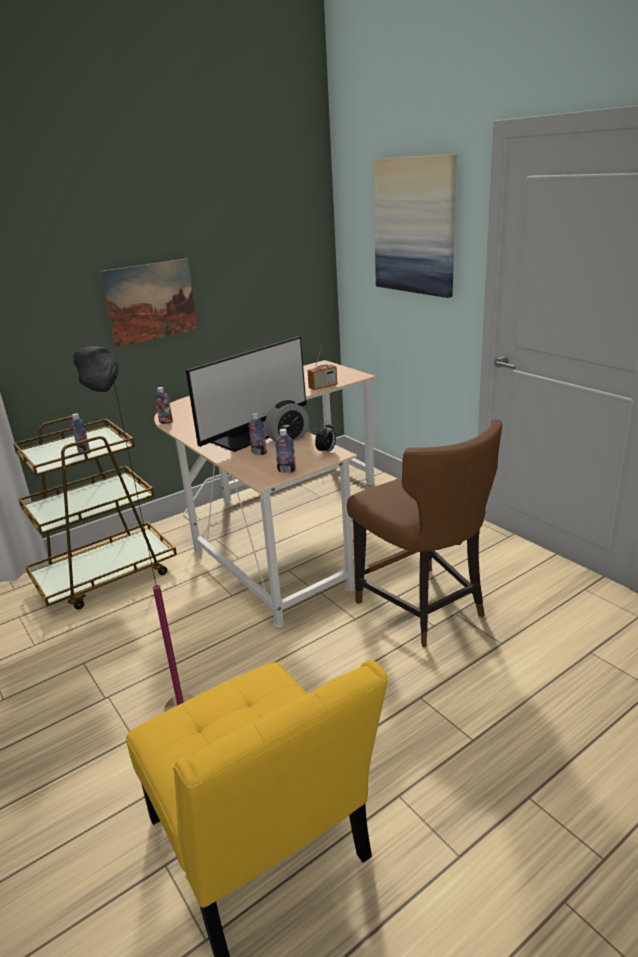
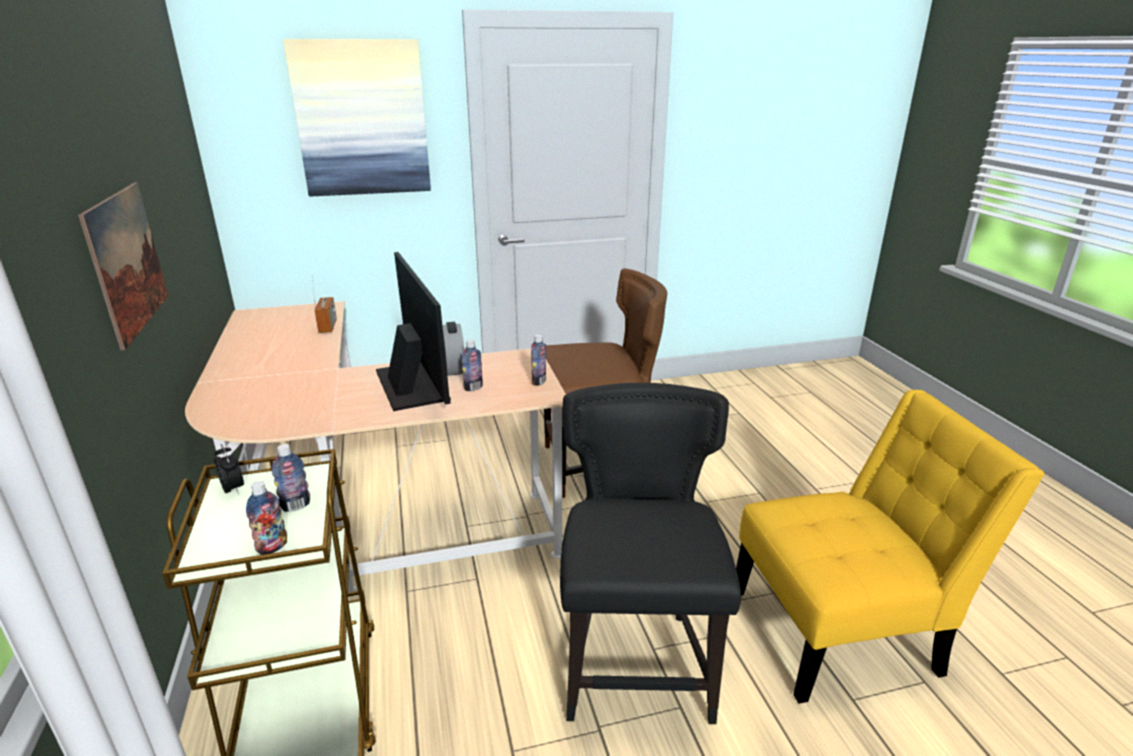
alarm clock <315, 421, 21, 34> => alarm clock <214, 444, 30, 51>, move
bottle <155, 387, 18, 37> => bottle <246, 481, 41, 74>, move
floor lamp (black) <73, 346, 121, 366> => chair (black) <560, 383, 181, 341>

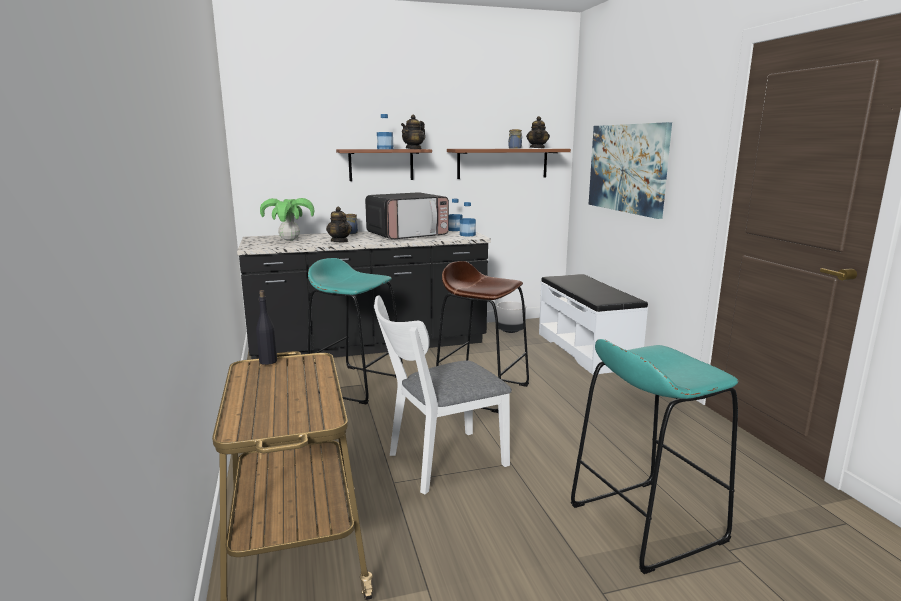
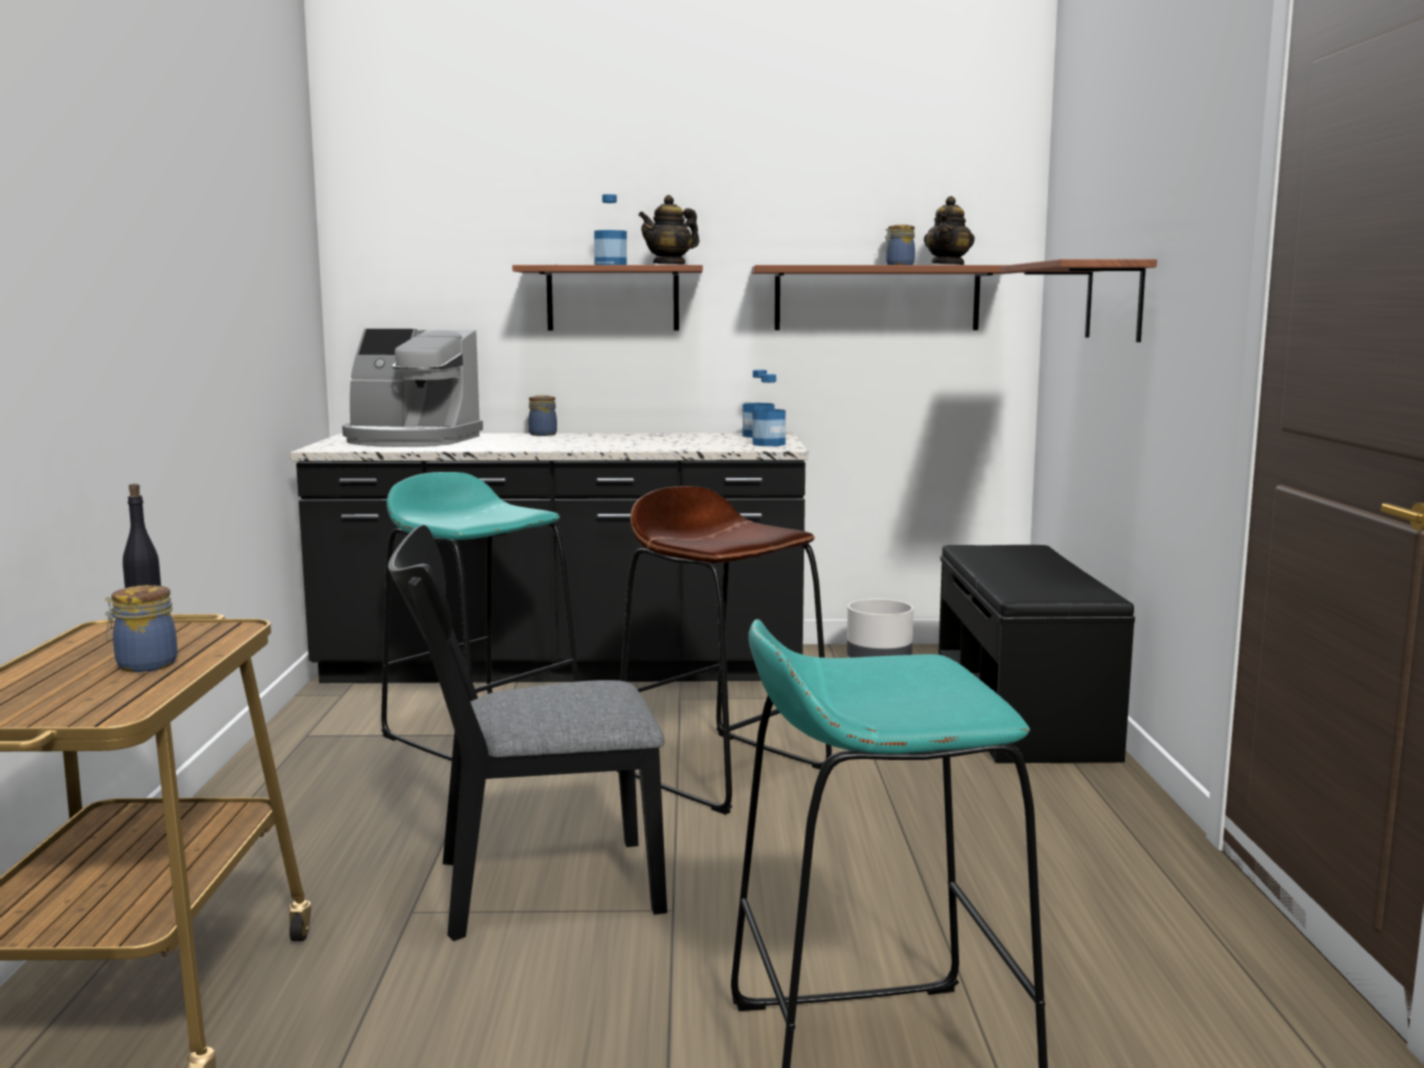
nothing => jar <105, 585, 73, 87>
potted plant <260, 198, 55, 43> => coffee machine <342, 329, 141, 118>
chair (white) <374, 295, 138, 199> => chair (black) <388, 525, 279, 416>
bench (white) <539, 274, 109, 101> => bench (black) <938, 545, 197, 218>
picture <589, 122, 83, 97> => shelf <1001, 259, 156, 83>
teapot <326, 207, 26, 35> => nothing
microwave <365, 192, 84, 48> => nothing

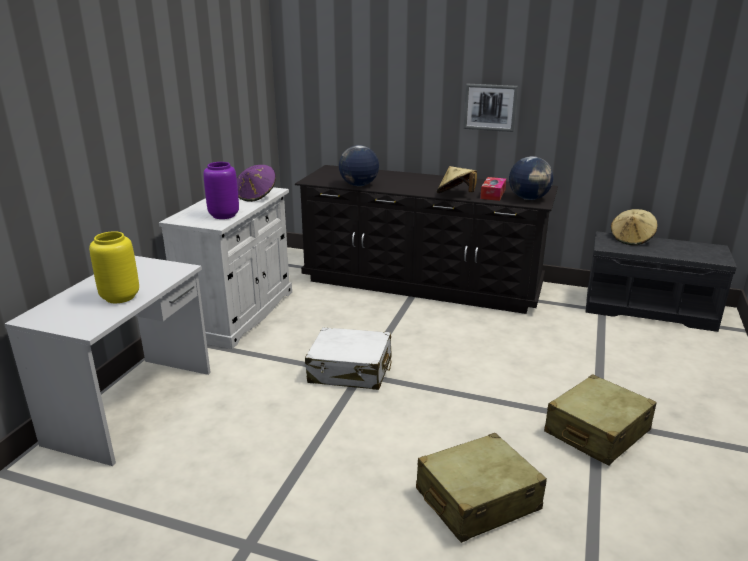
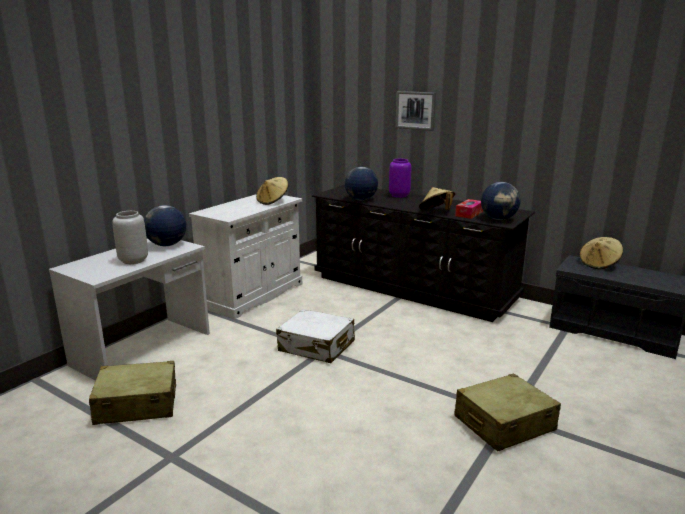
suitcase (beige) <416, 433, 131, 110> => suitcase (beige) <89, 361, 87, 64>, move
vase (yellow) <89, 231, 50, 72> => vase (grey) <112, 211, 36, 53>
nothing => globe <144, 205, 42, 41>
hat (purple) <237, 165, 39, 37> => hat (beige) <256, 177, 32, 28>
vase (purple) <203, 162, 36, 57> => vase (purple) <389, 159, 22, 39>, move
picture <463, 84, 55, 48> => picture <396, 91, 40, 40>, move

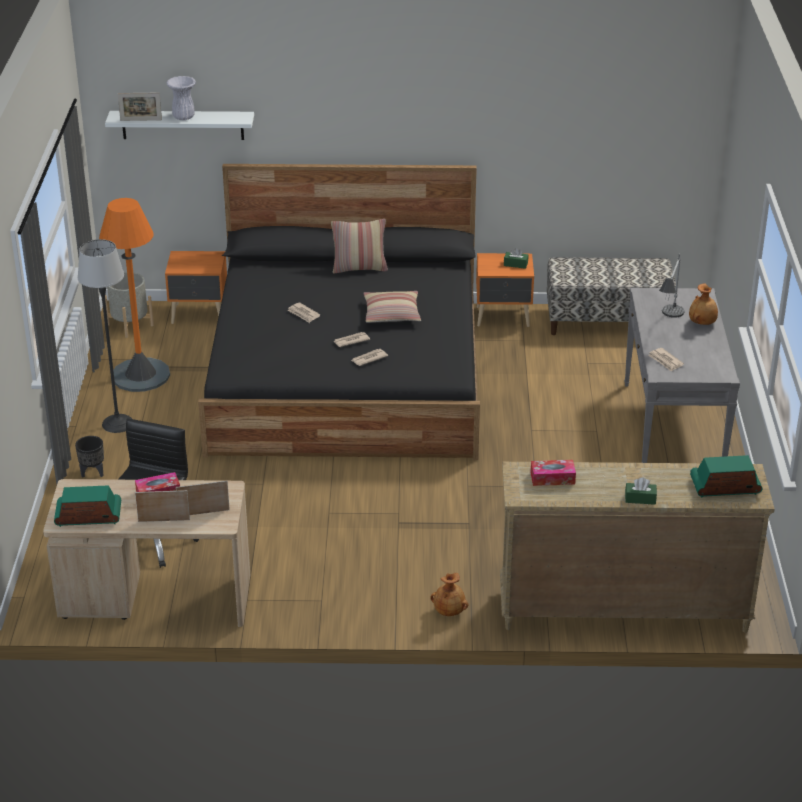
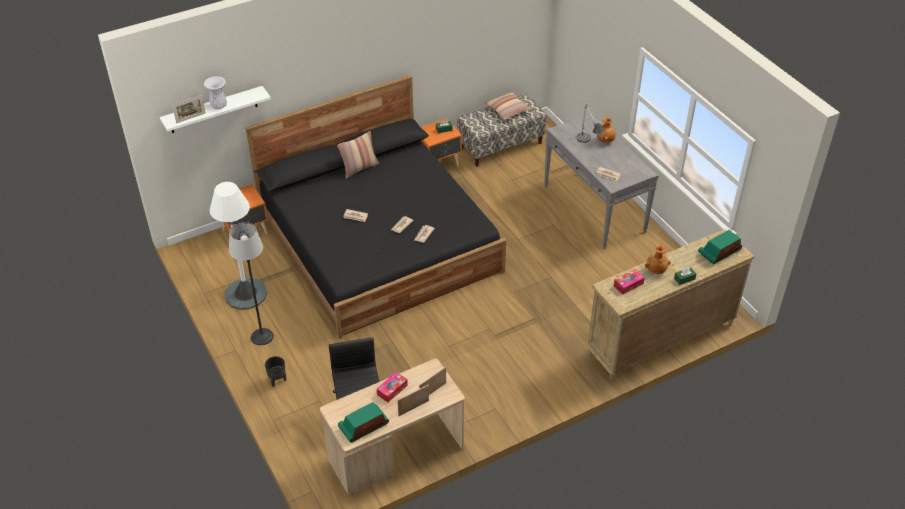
floor lamp (orange) <99, 198, 71, 194> => floor lamp (white) <209, 182, 58, 128>
pillow <363, 291, 58, 32> => pillow <484, 91, 48, 29>, move
vase (brown) <430, 573, 38, 43> => vase (brown) <645, 244, 25, 30>, move
planter (grey) <105, 272, 49, 66> => nothing

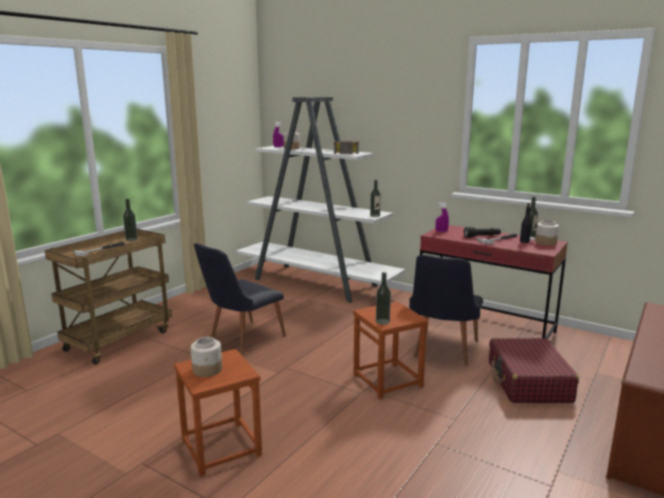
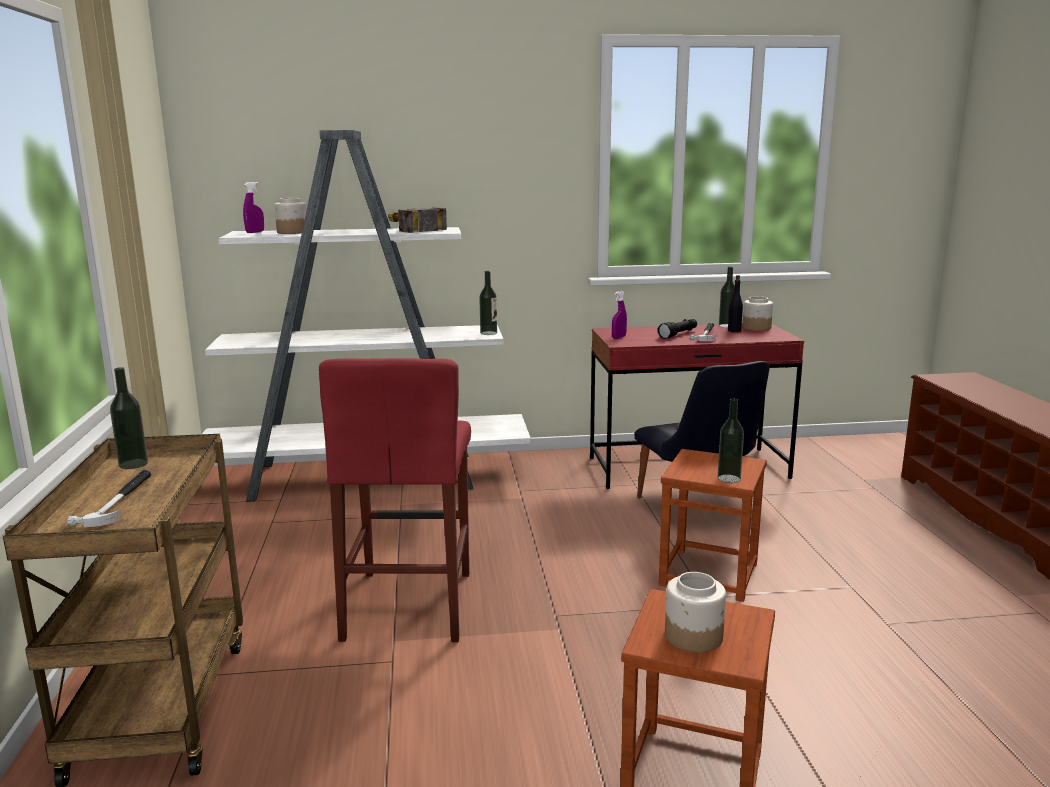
chair (black) <194, 243, 92, 112> => stool (red) <319, 358, 152, 284>
suitcase (red) <489, 338, 90, 65> => nothing

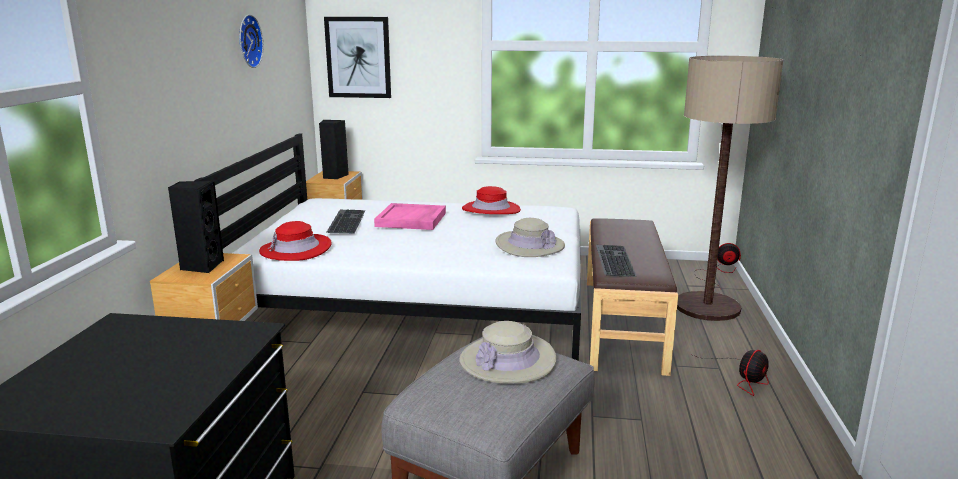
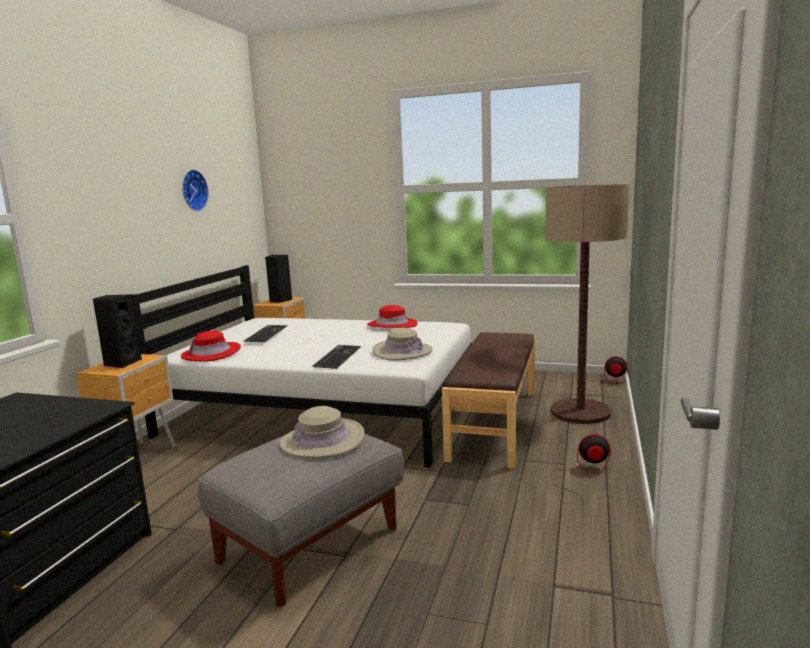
keyboard <596, 245, 41, 32> => keyboard <312, 345, 49, 24>, move
fan <690, 350, 79, 46> => fan <551, 434, 60, 68>, 135 degrees counterclockwise
picture <324, 17, 67, 81> => nothing
tray (pink) <374, 203, 72, 27> => nothing

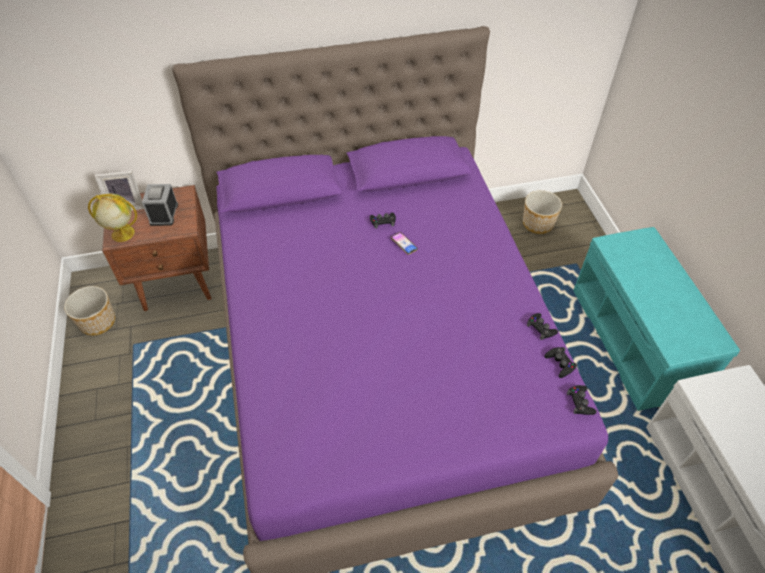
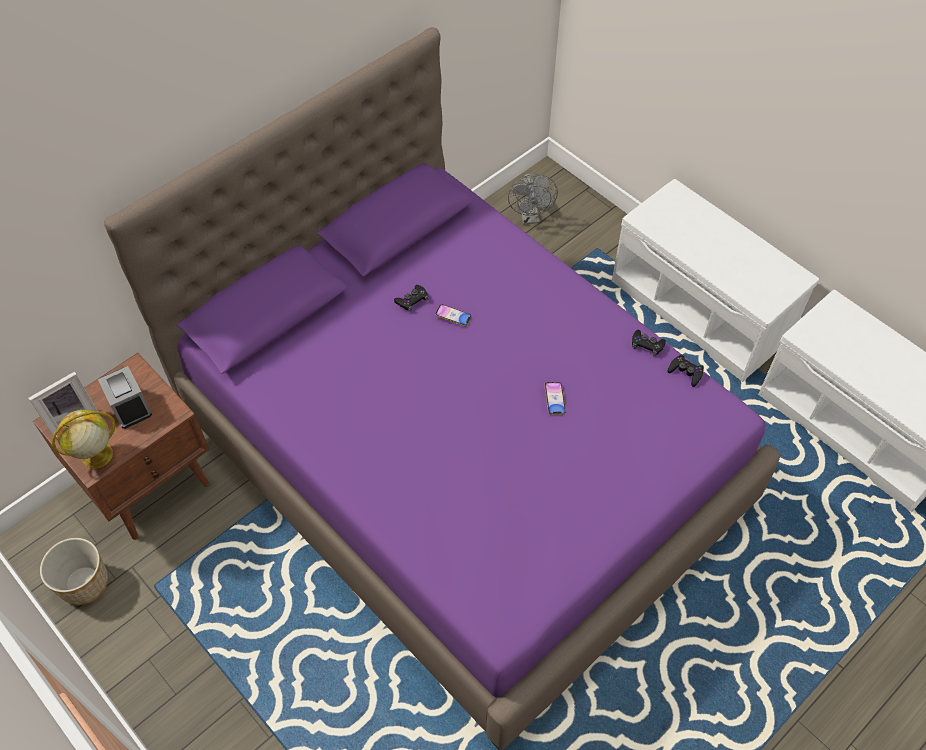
planter <523, 190, 39, 44> => fan (grey) <508, 173, 50, 51>
nothing => phone <544, 382, 22, 33>
bench (turquoise) <573, 227, 167, 184> => bench (white) <612, 179, 207, 203>
game controller (black) <567, 385, 30, 30> => nothing

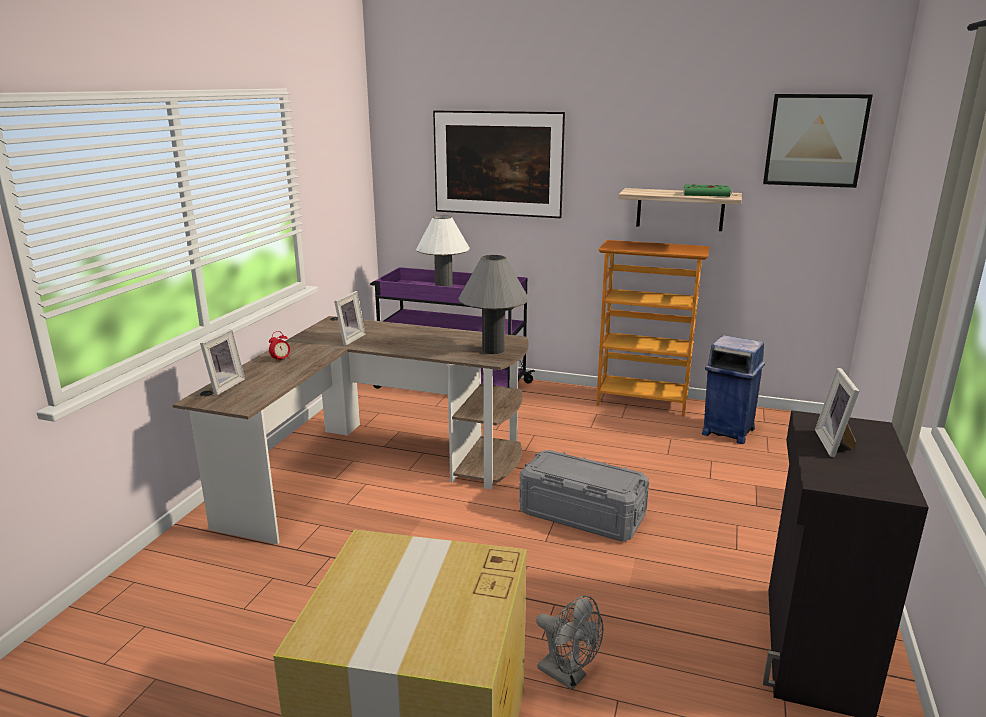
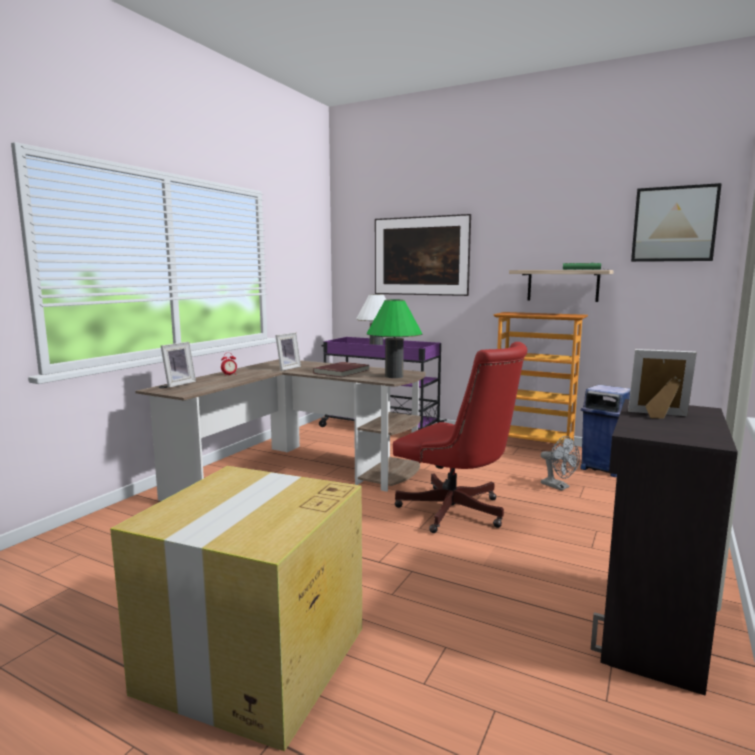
nothing => book (red) <313, 362, 56, 15>
table lamp (grey) <458, 255, 71, 99> => table lamp (green) <367, 299, 55, 79>
storage box (grey) <519, 450, 130, 91> => office chair (red) <393, 342, 135, 191>
fan (grey) <536, 595, 67, 95> => fan (grey) <541, 436, 39, 55>, move
picture frame <815, 368, 44, 90> => picture frame <628, 349, 69, 70>, 90 degrees clockwise

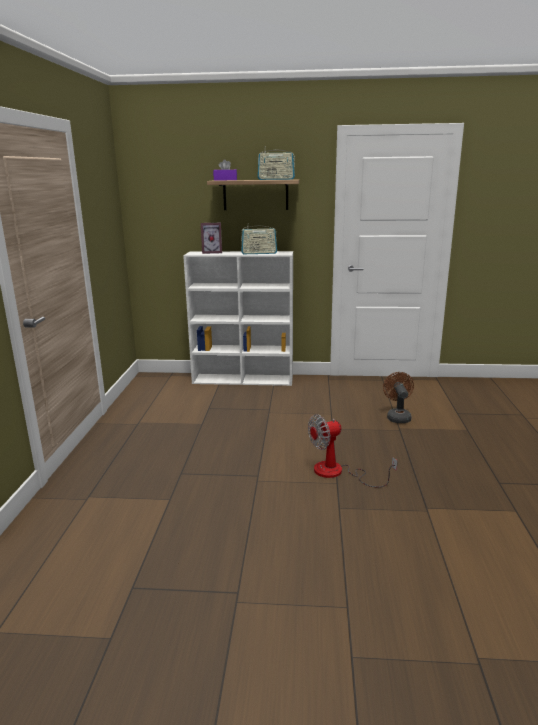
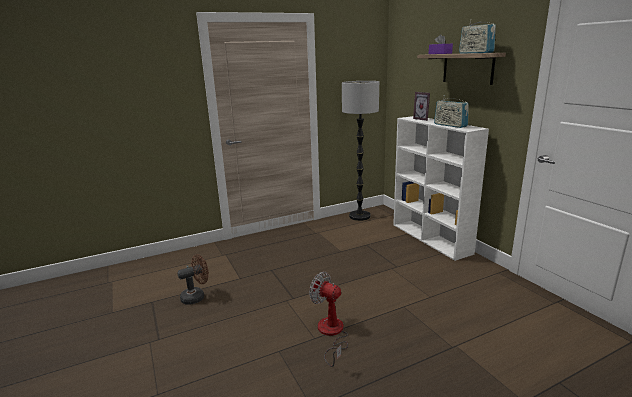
fan (brown) <383, 372, 31, 51> => fan (brown) <177, 254, 32, 51>, move
nothing => floor lamp <342, 81, 37, 140>

